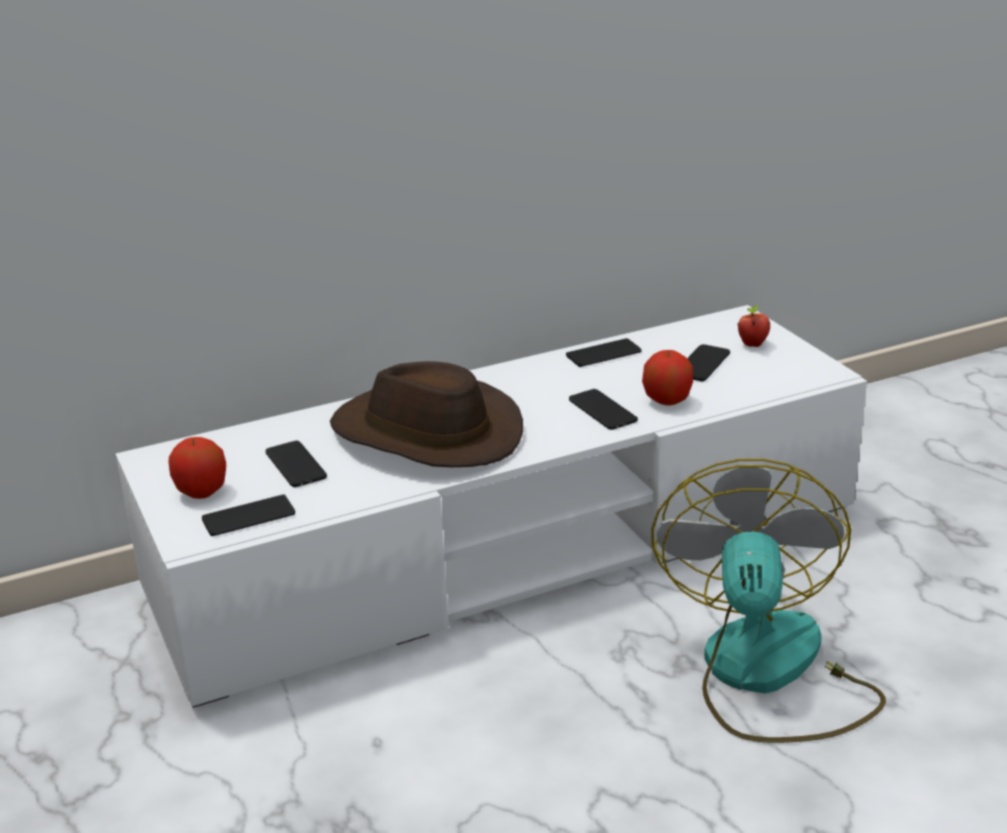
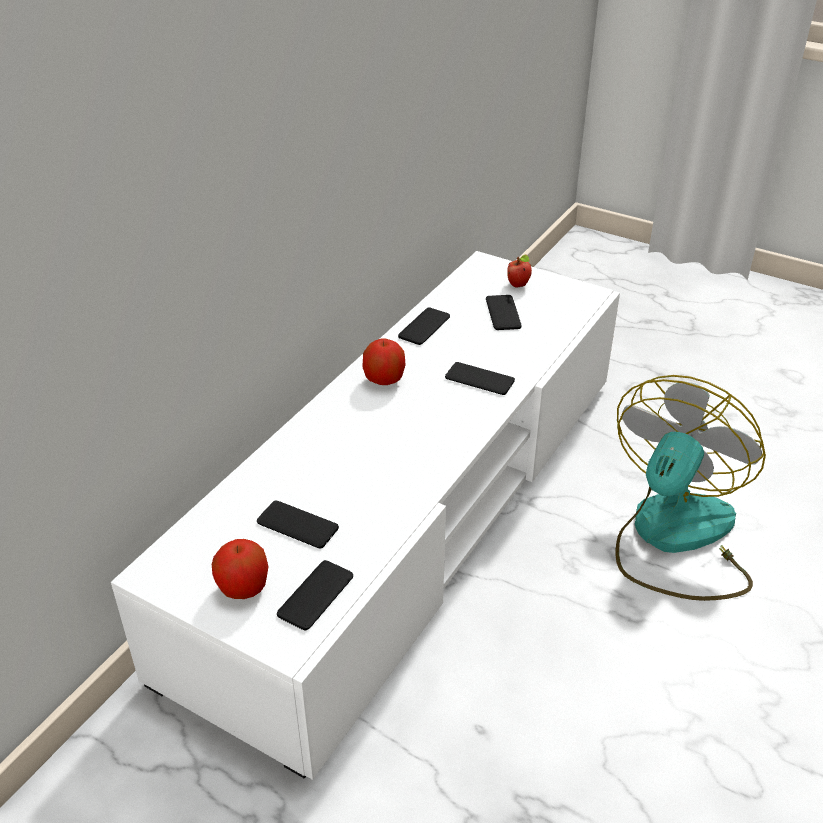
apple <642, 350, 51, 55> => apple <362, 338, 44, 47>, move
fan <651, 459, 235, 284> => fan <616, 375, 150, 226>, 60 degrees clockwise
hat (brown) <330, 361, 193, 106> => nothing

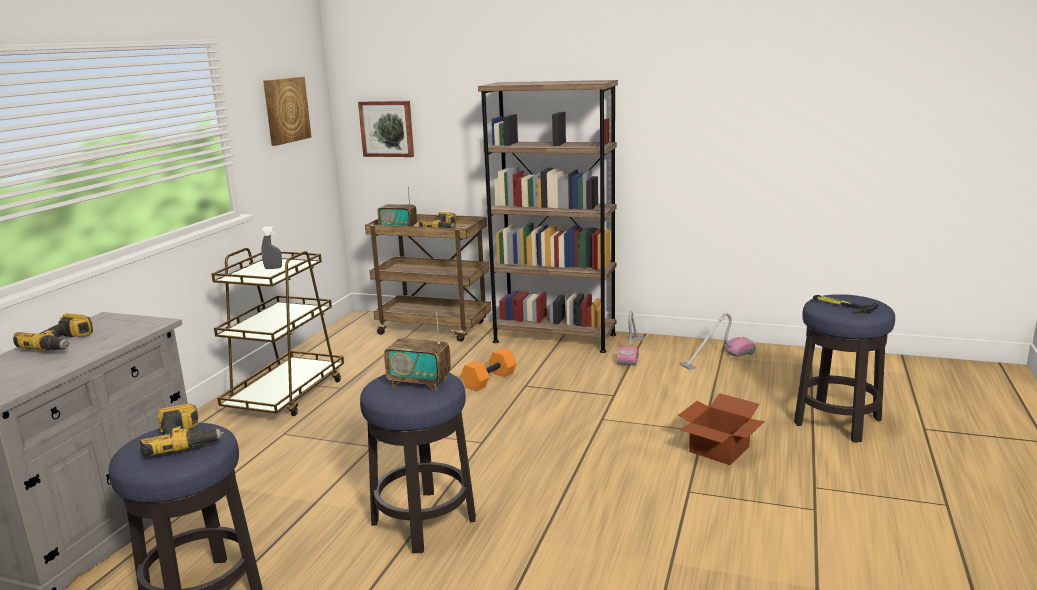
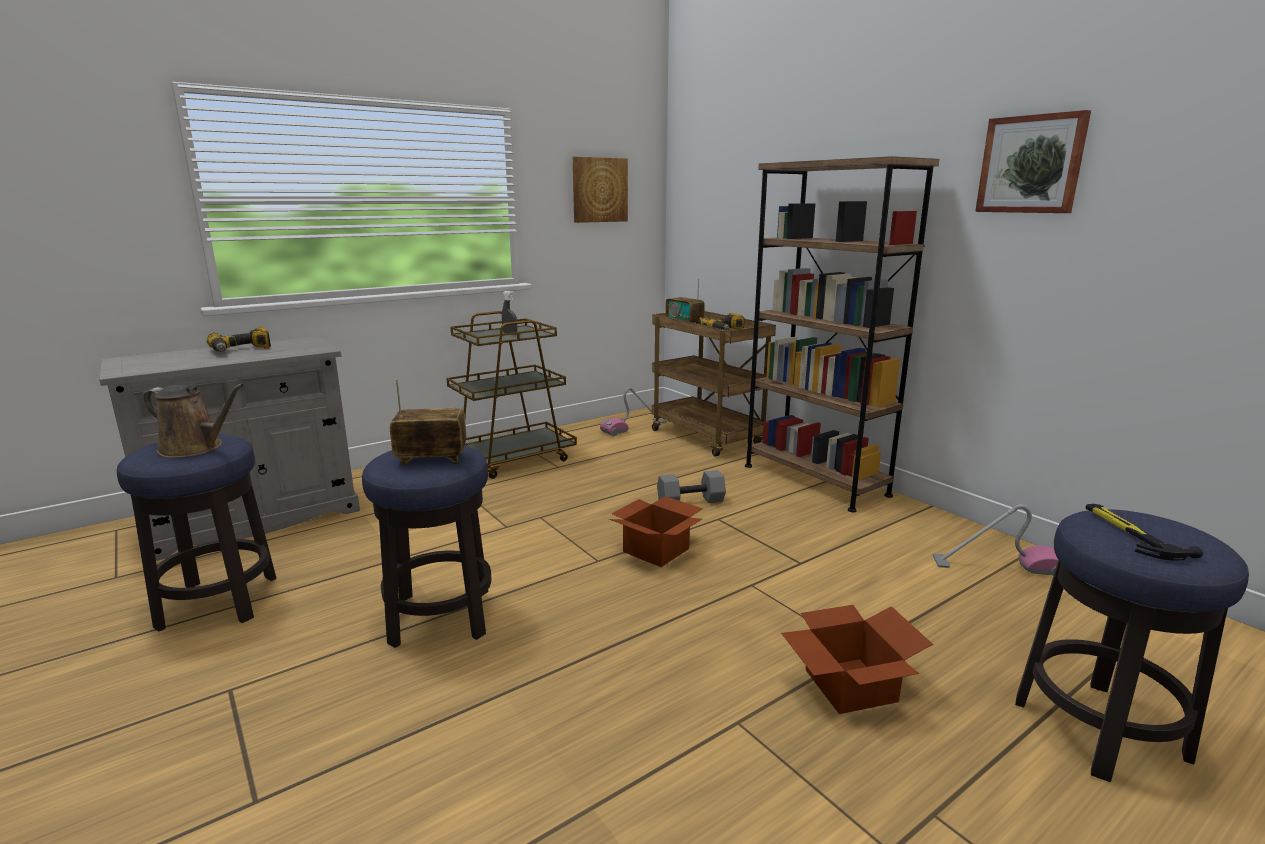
power drill <140, 404, 84, 53> => watering can (brown) <142, 384, 102, 74>
radio <384, 312, 67, 78> => radio <390, 379, 76, 86>, 120 degrees clockwise
vacuum cleaner <617, 310, 28, 56> => vacuum cleaner <600, 387, 67, 49>, move
nothing => cardboard box <609, 496, 94, 71>
dumbbell (orange) <461, 348, 56, 43> => dumbbell (grey) <657, 470, 69, 33>
picture <358, 101, 56, 56> => picture <975, 110, 116, 103>, move

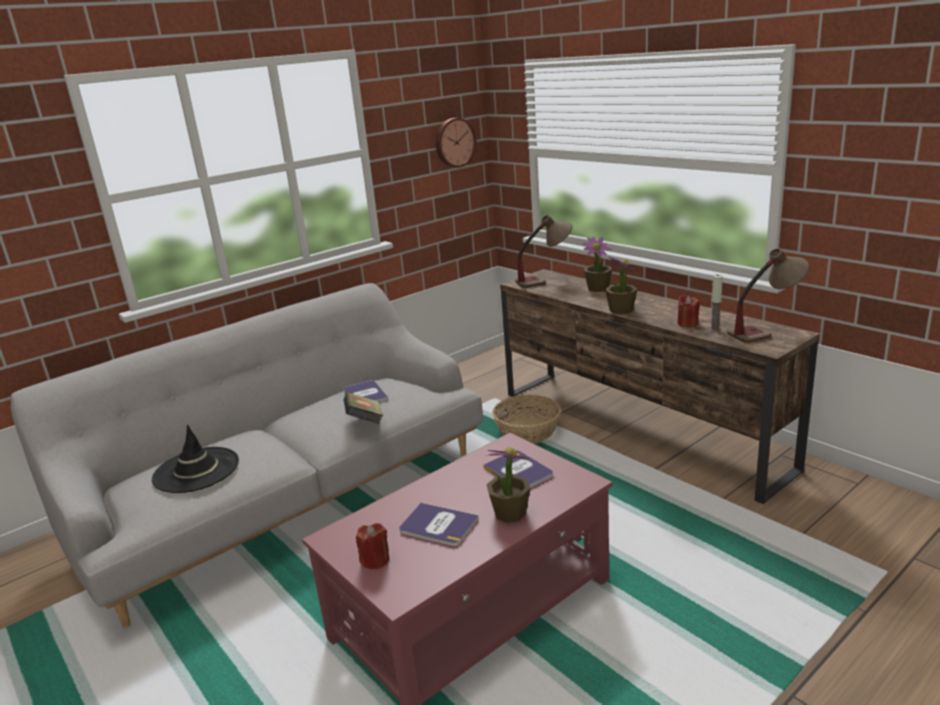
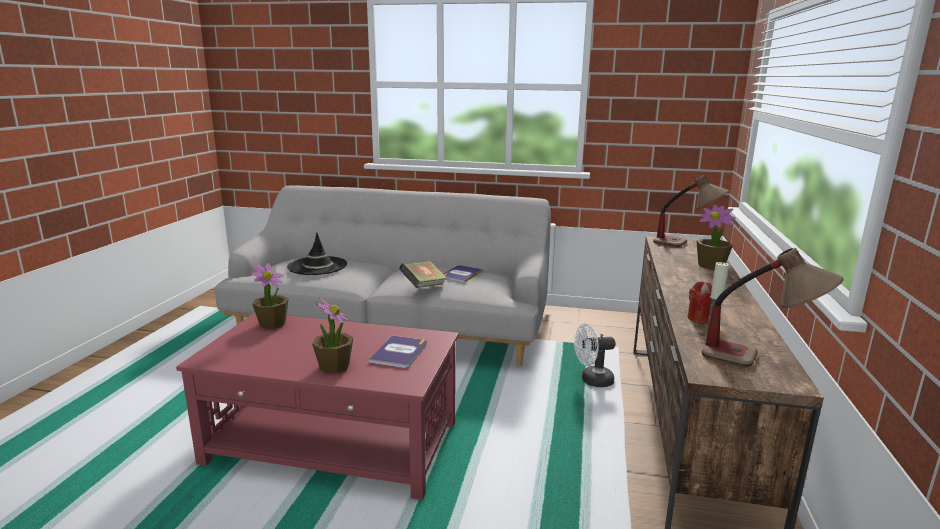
potted plant <605, 257, 33, 57> => potted plant <250, 263, 39, 66>, move
basket <492, 394, 69, 49> => fan (white) <574, 323, 41, 64>
candle (red) <356, 523, 33, 46> => nothing
book <399, 503, 80, 43> => nothing
wall clock <436, 118, 40, 50> => nothing

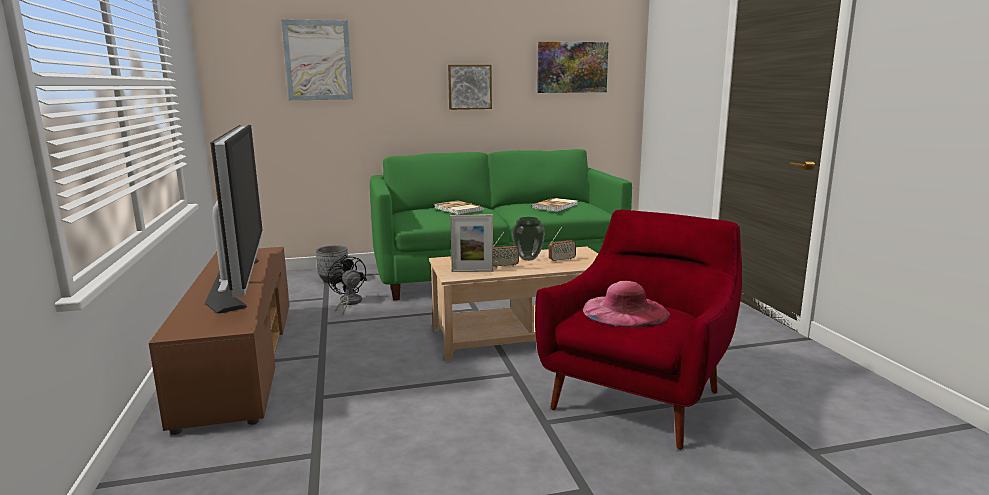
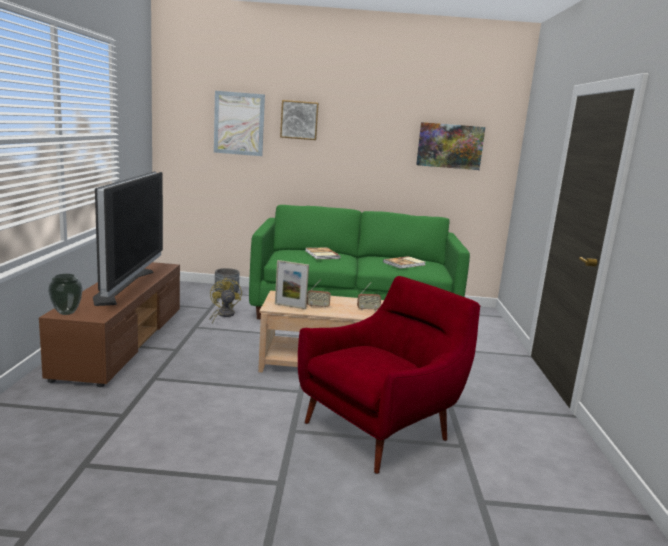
vase <512, 217, 33, 44> => vase <48, 274, 35, 41>, move
fan (black) <328, 255, 39, 59> => fan (yellow) <209, 278, 33, 45>
picture <448, 65, 44, 45> => picture <280, 100, 39, 40>, move
hat (pink) <583, 281, 87, 46> => nothing

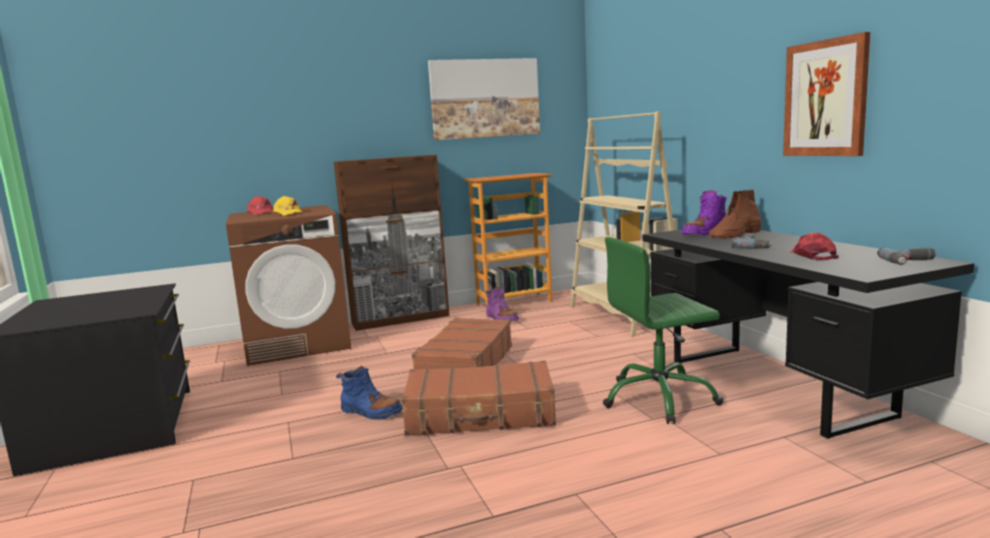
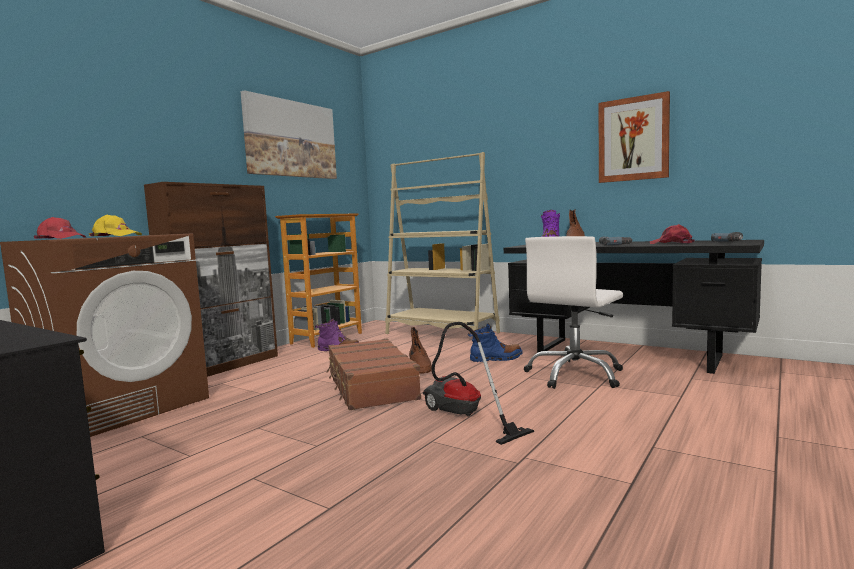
nothing => boot (brown) <409, 327, 23, 47>
suitcase (brown) <401, 360, 155, 76> => vacuum cleaner <423, 322, 111, 123>
boot (blue) <336, 366, 67, 54> => boot (blue) <468, 324, 55, 39>, move
office chair (green) <603, 237, 120, 187> => office chair (white) <523, 236, 100, 153>

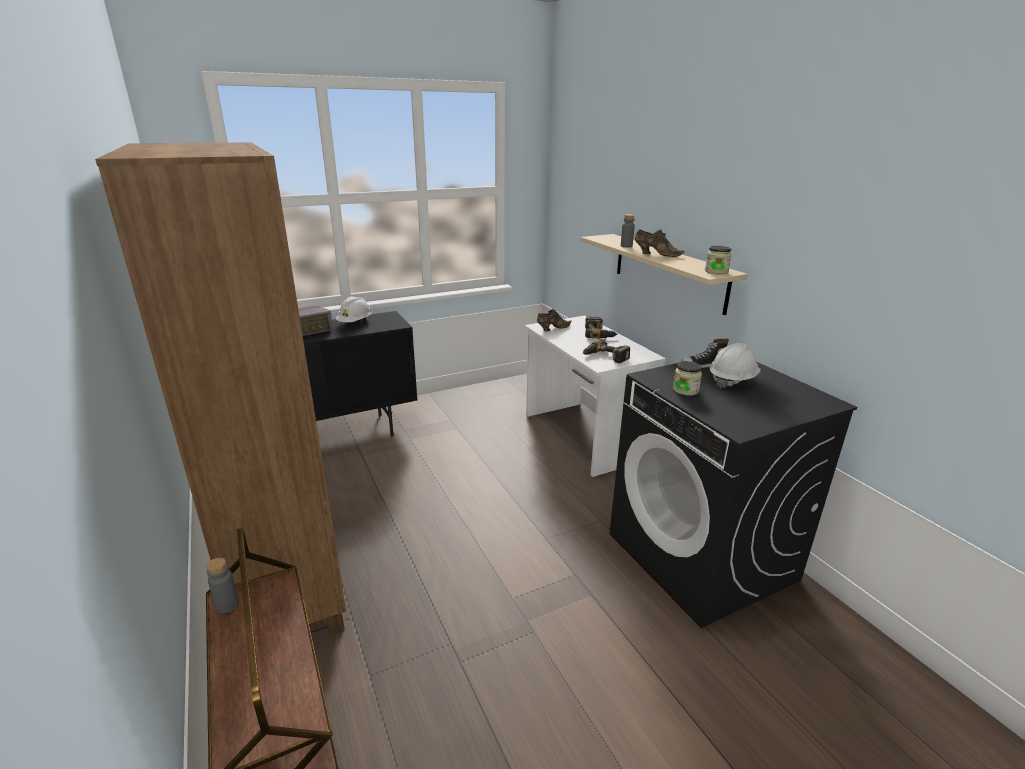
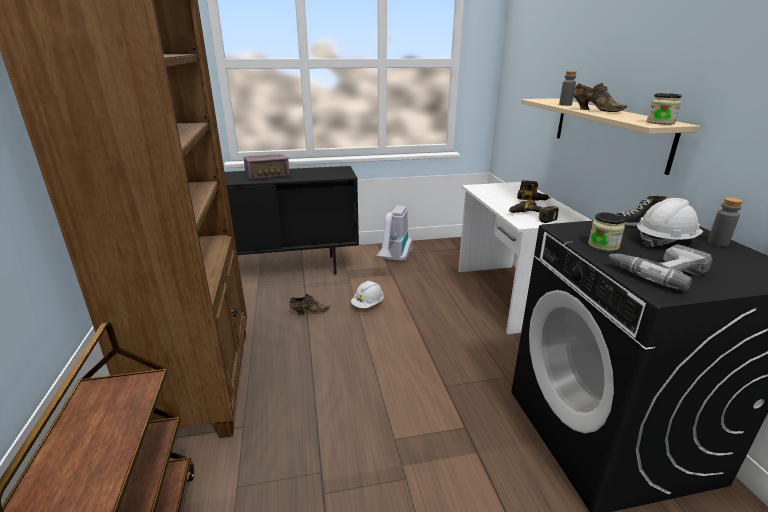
shoe (brown) <537, 309, 35, 22> => shoe (brown) <289, 294, 42, 21>, move
hard hat (white) <336, 296, 35, 26> => hard hat (white) <351, 281, 33, 27>, move
nothing => vacuum cleaner <376, 206, 36, 56>
nothing => power drill <609, 244, 103, 47>
bottle (grey) <206, 558, 33, 55> => bottle (grey) <708, 197, 35, 50>, move

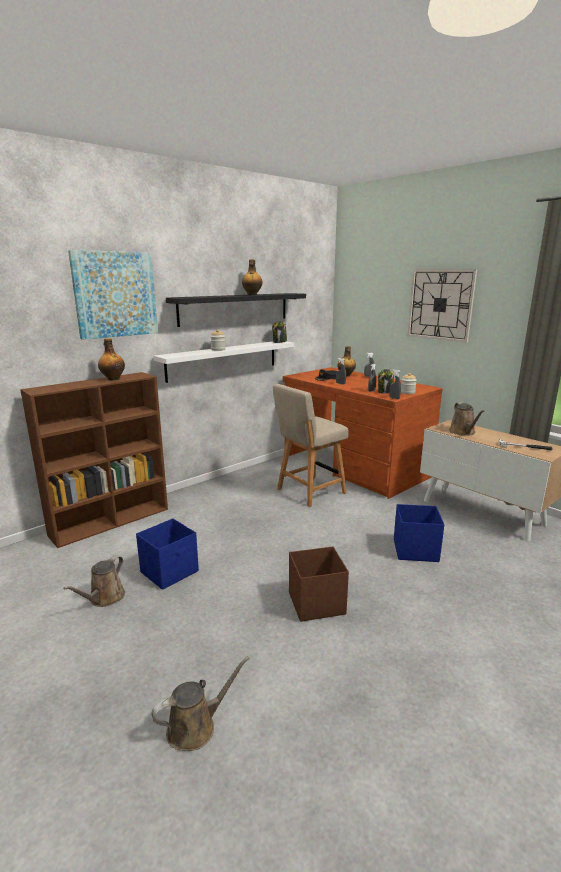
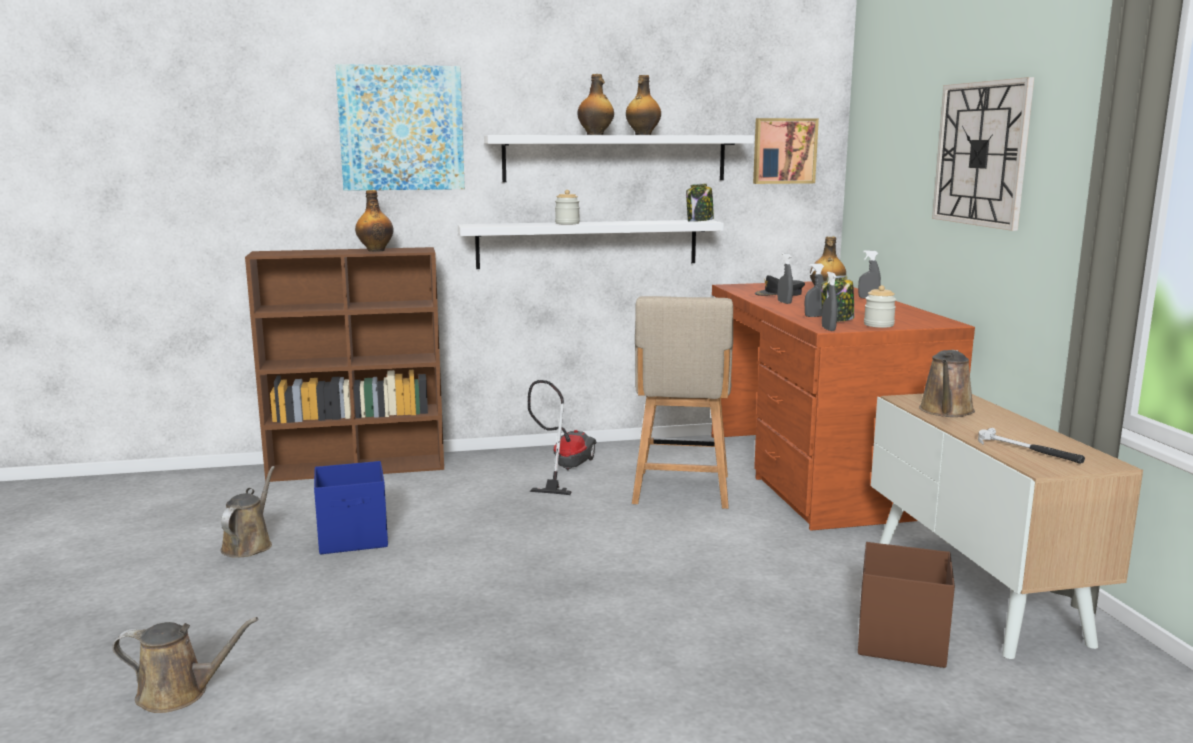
watering can (brown) <63, 555, 62, 52> => watering can (brown) <220, 466, 55, 92>, 135 degrees clockwise
shelf (black) <166, 293, 140, 34> => shelf (white) <484, 135, 270, 47>
nothing => vacuum cleaner <528, 380, 69, 115>
nothing => bottle <578, 74, 36, 61>
chair (beige) <273, 384, 76, 123> => chair (beige) <632, 296, 101, 213>, 75 degrees counterclockwise
nothing => picture <753, 118, 66, 66>
storage box (brown) <289, 546, 60, 76> => storage box (brown) <858, 542, 97, 126>, move
storage box (blue) <394, 504, 50, 58> => nothing

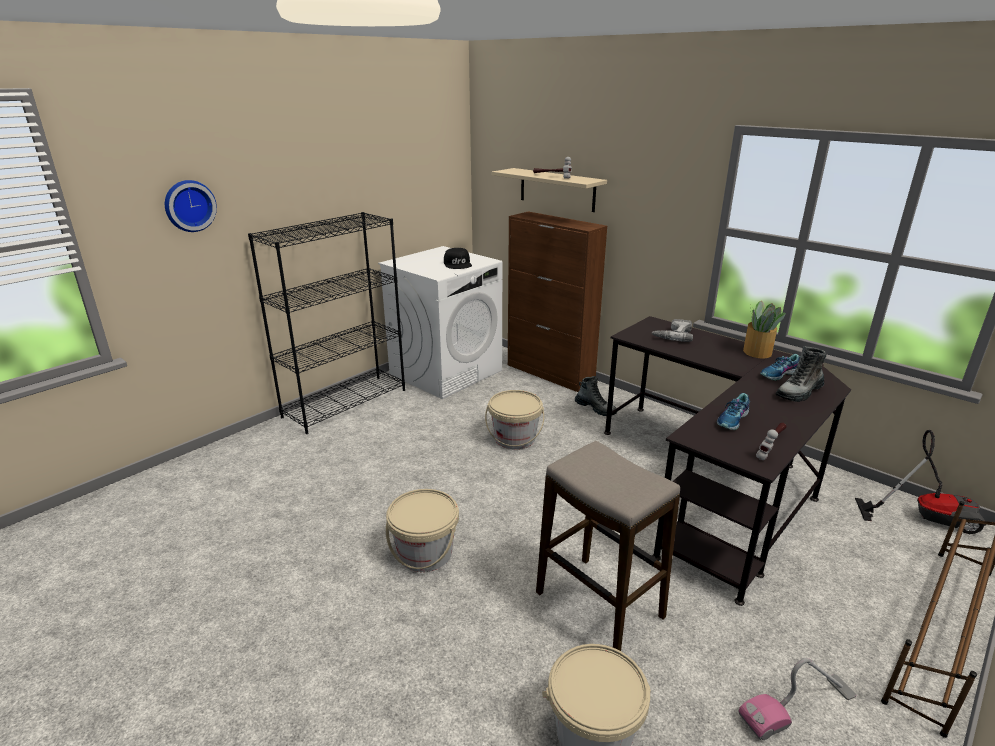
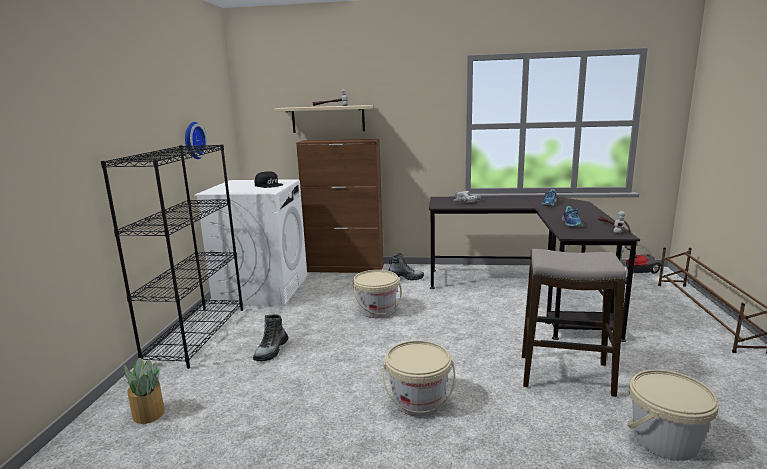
potted plant <743, 301, 43, 58> => potted plant <124, 358, 41, 66>, move
wall clock <165, 180, 52, 52> => wall clock <185, 122, 23, 37>, move
boot <776, 346, 50, 56> => boot <253, 314, 35, 47>, move
vacuum cleaner <738, 658, 118, 82> => nothing

